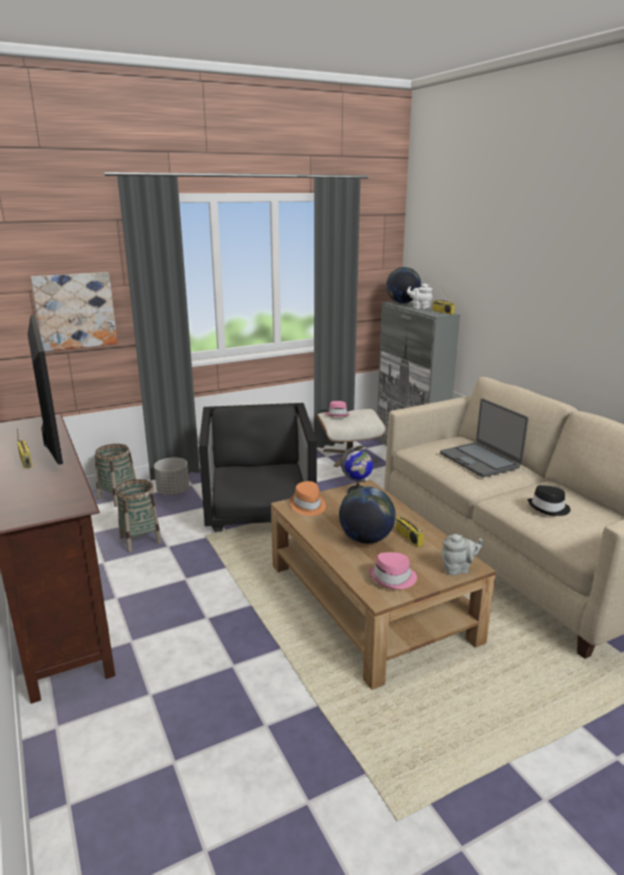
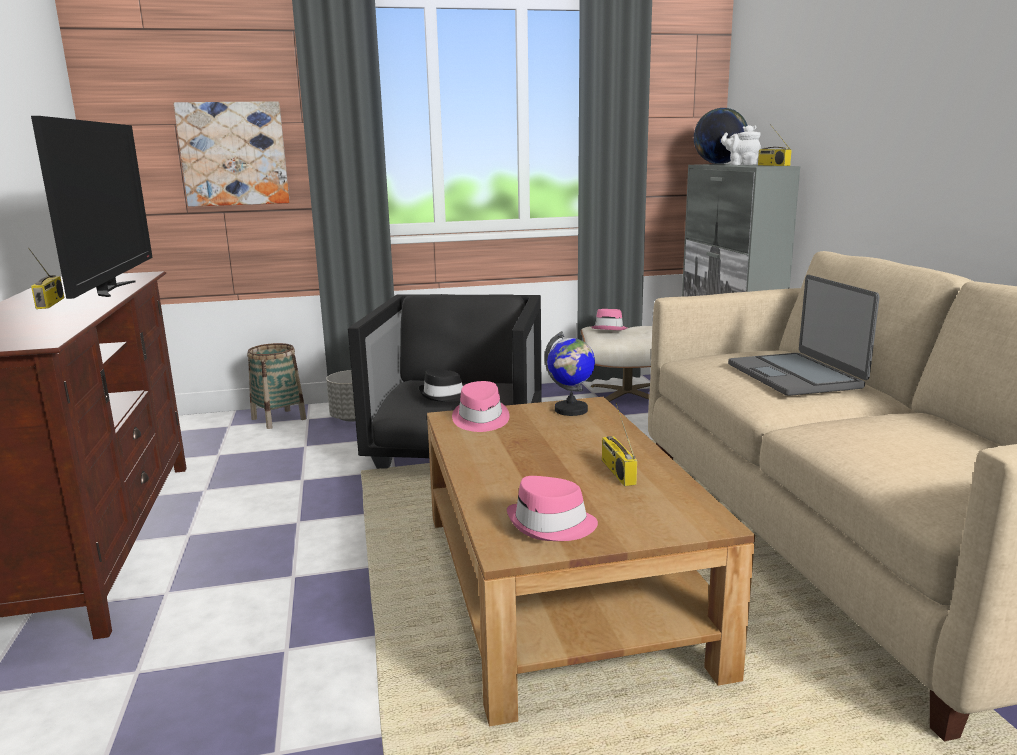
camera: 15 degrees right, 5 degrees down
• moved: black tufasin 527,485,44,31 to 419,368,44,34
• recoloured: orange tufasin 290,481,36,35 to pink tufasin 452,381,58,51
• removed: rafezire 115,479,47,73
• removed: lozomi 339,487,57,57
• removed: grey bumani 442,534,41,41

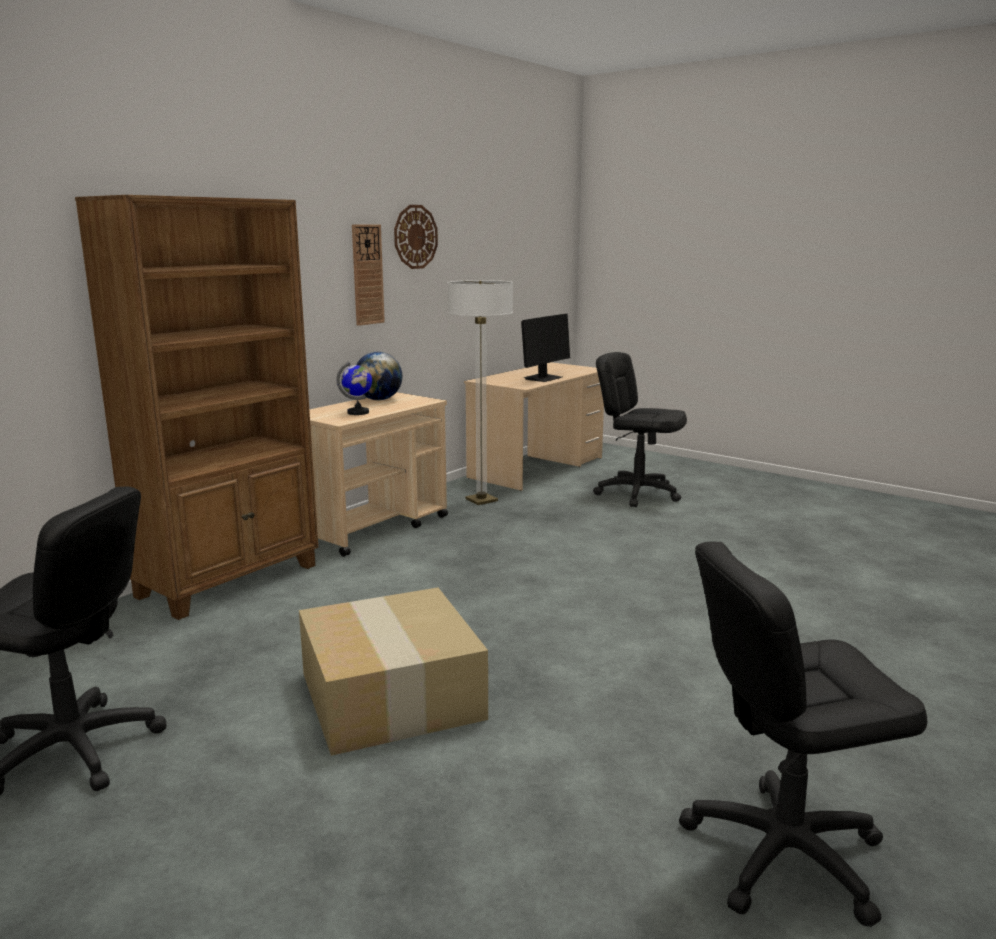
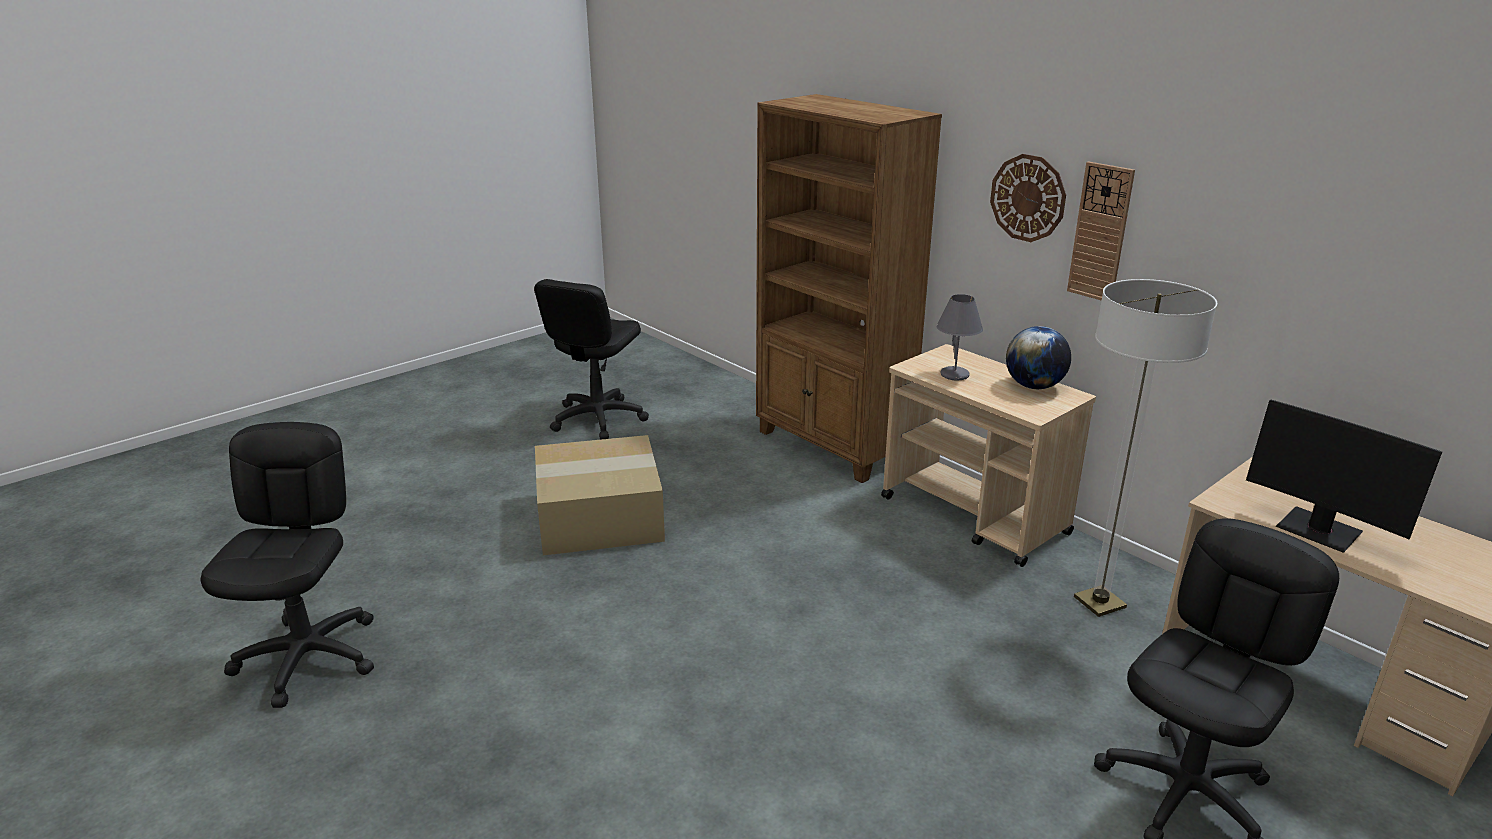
camera: 100 degrees right, 10 degrees up
• replaced: lozomi 337,361,35,54 to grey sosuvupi 936,294,47,86
• moved: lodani 394,205,44,64 to 990,154,76,88

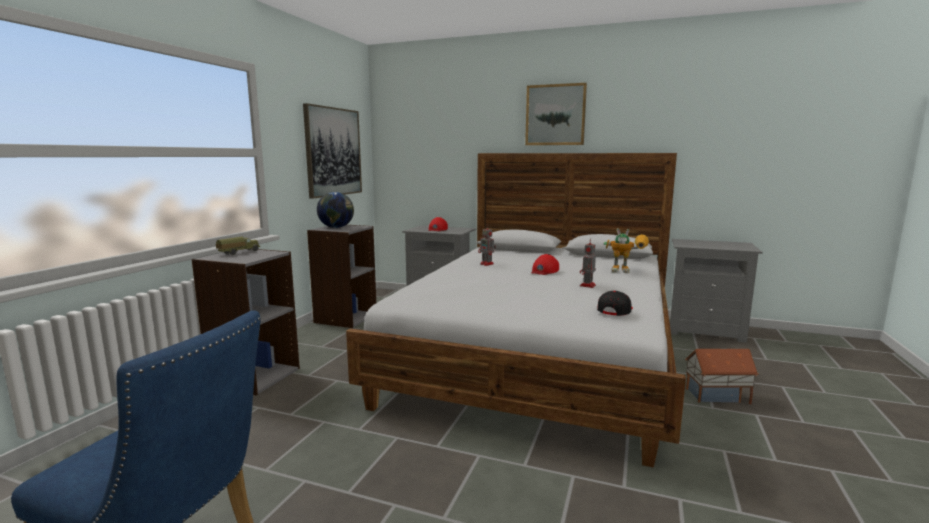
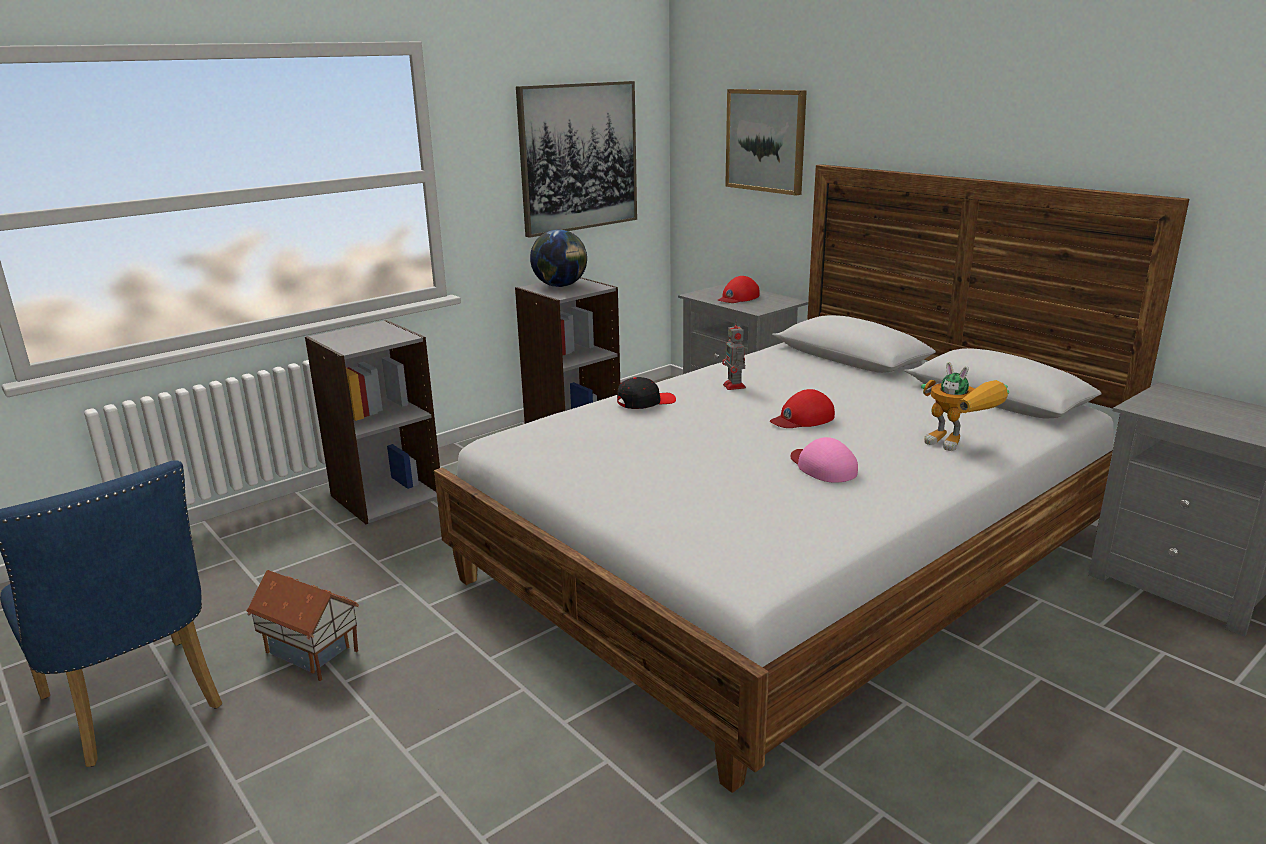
camera: 30 degrees right, 10 degrees up
• moved: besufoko 685,349,74,55 to 246,570,113,111
• moved: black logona 597,291,36,25 to 617,377,59,32
• moved: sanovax 525,83,62,62 to 725,89,82,107
• replaced: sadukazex 580,238,16,50 to pink logona 790,437,68,46
• removed: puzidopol 216,236,45,19

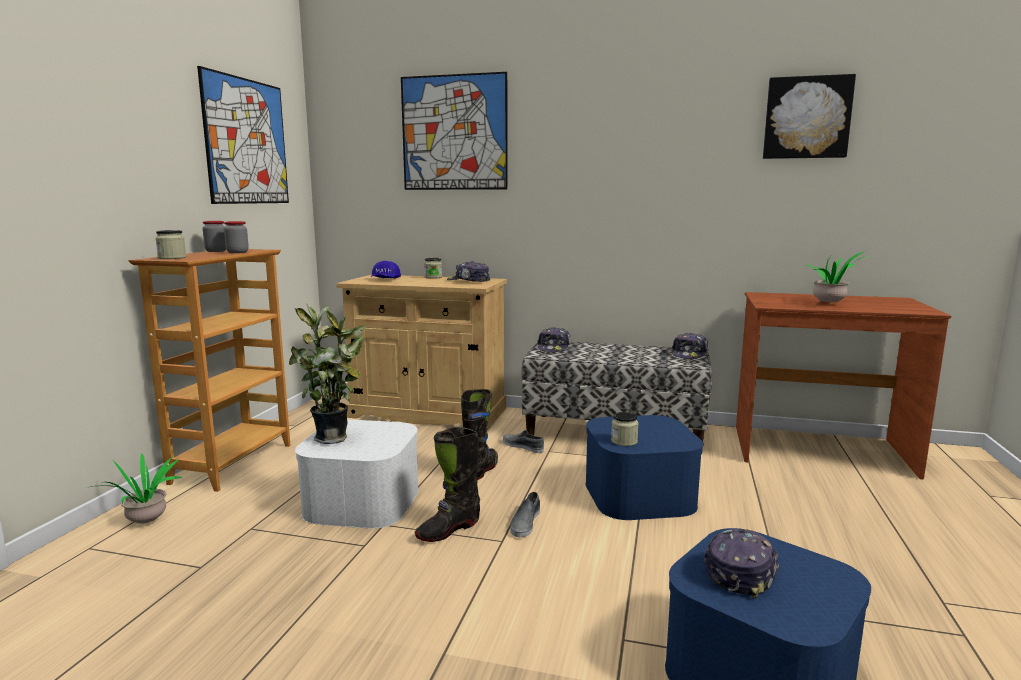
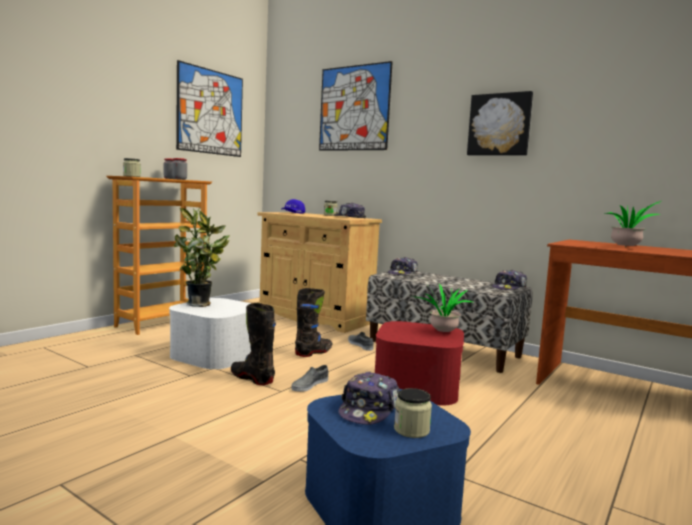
camera: 20 degrees right, 5 degrees down
• turned: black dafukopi 415,427,65,115 = 231,303,45,82 60 degrees clockwise
• turned: logona 704,529,75,70 = 338,371,61,54 150 degrees clockwise
• recoloured: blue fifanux 586,415,118,105 to red fifanux 375,321,89,85
• moved: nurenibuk 611,412,28,34 to 394,388,38,50
• moved: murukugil 91,453,91,70 to 416,284,57,48
• moved: sanovax 763,74,93,85 to 467,91,66,64

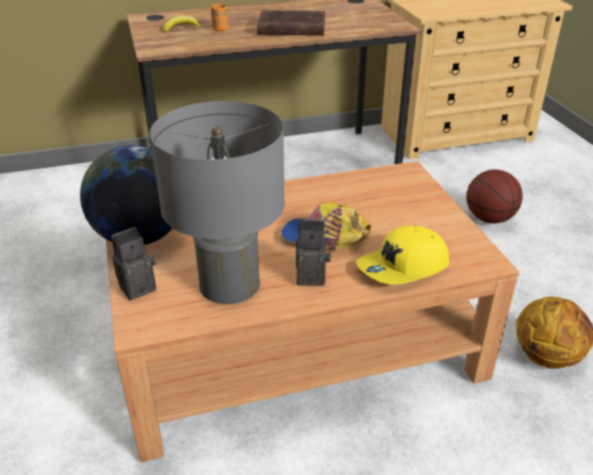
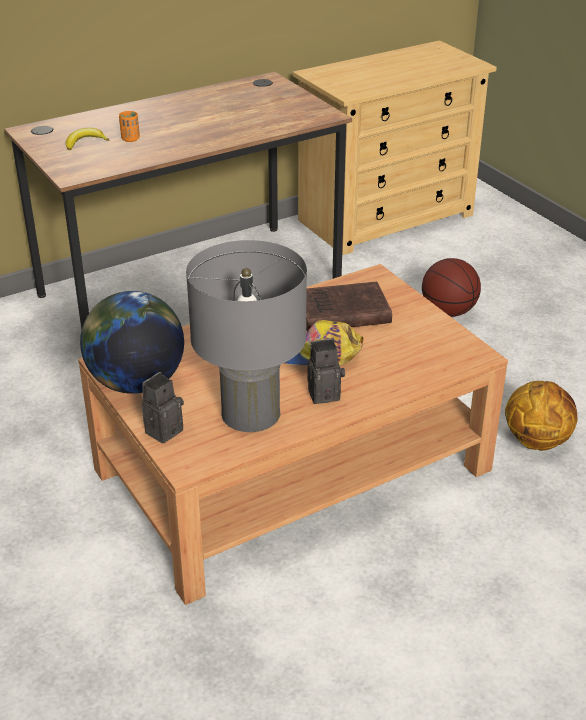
camera: 15 degrees left, 0 degrees up
• moved: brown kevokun 257,10,68,26 to 306,282,86,50
• removed: yellow logona 356,226,93,59

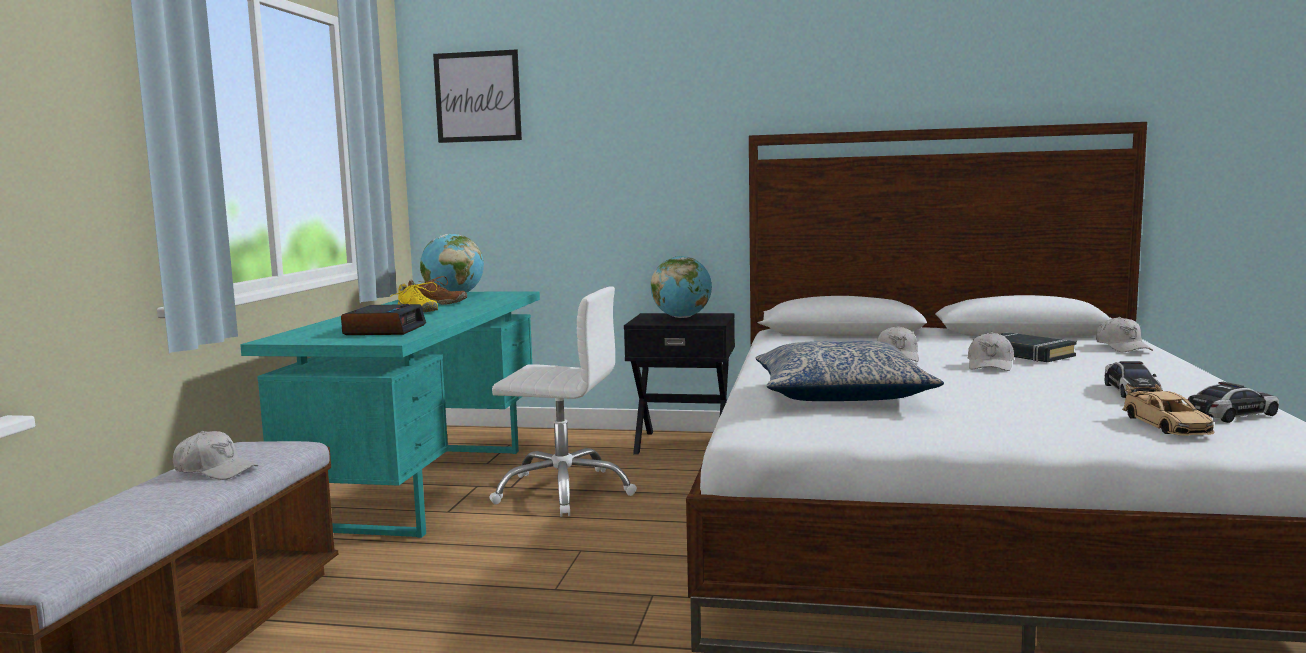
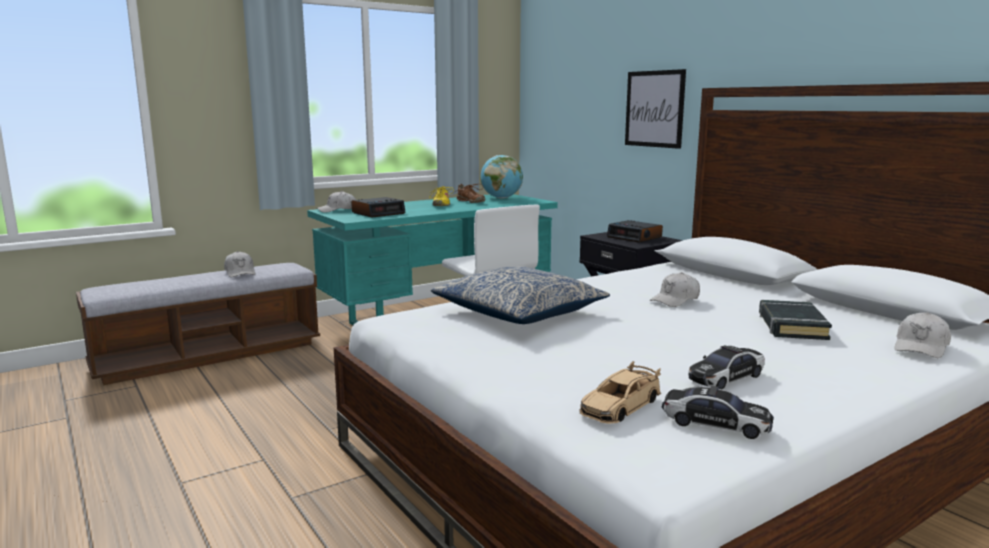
camera: 45 degrees right, 5 degrees up
• moved: white logona 968,332,46,39 to 317,191,39,22
• replaced: lozomi 651,256,61,62 to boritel 607,220,56,22
• moved: sanovax 433,49,89,94 to 625,69,61,80

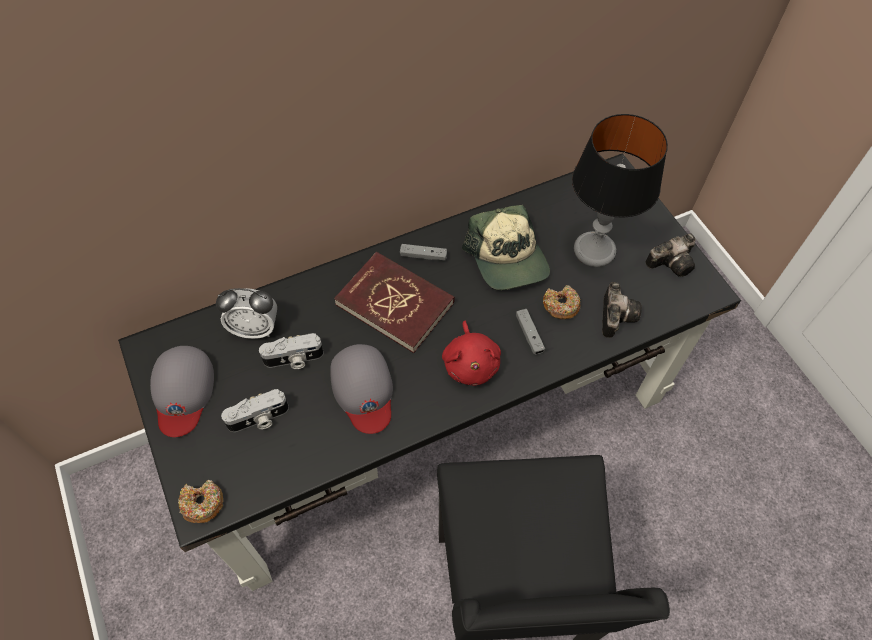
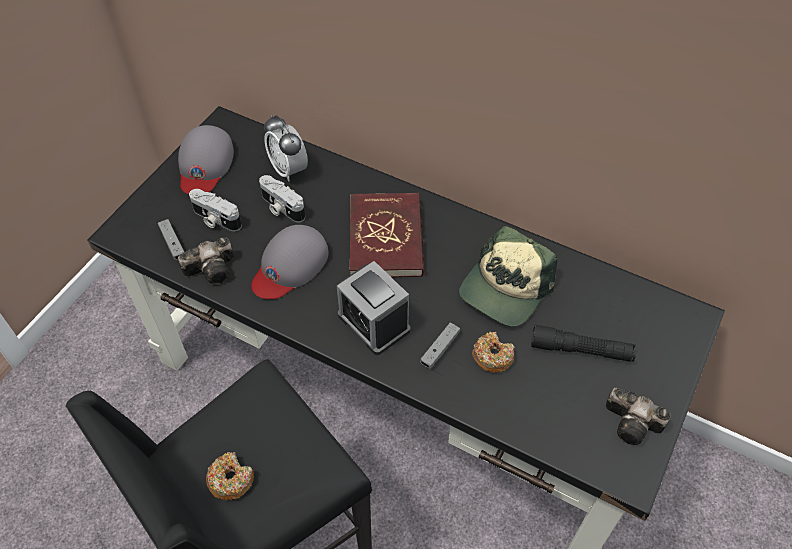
camera: 55 degrees right, 5 degrees down
• moved: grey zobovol 400,244,47,16 to 158,219,26,41
• turned: grey logona 150,346,64,91 = 178,125,56,69 45 degrees counterclockwise
• moved: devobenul 602,282,40,56 to 178,237,56,47
• moved: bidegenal 178,480,45,43 to 206,452,48,48
• replaced: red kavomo 442,321,59,65 to boritel 337,261,74,94
• replaced: sosuvupi 572,114,96,153 to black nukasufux 531,325,105,37

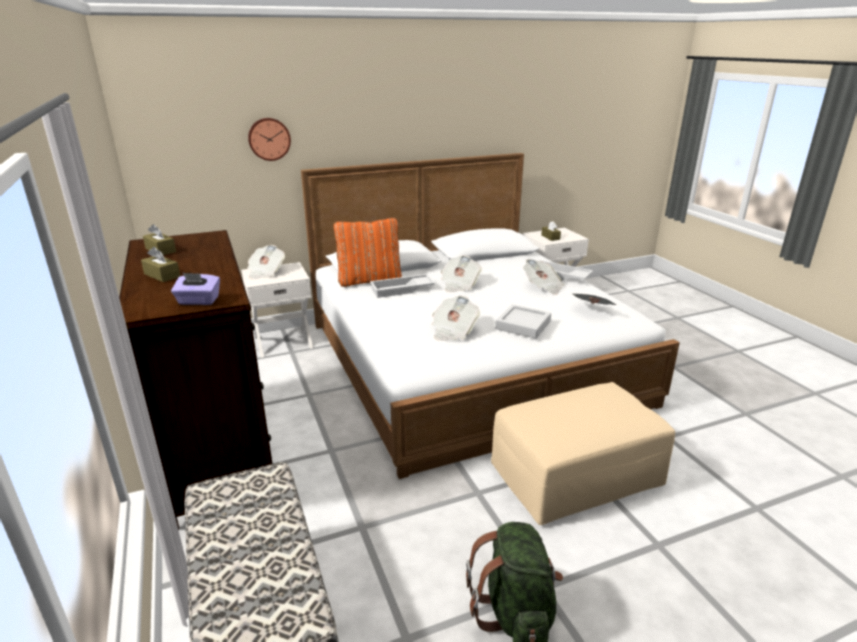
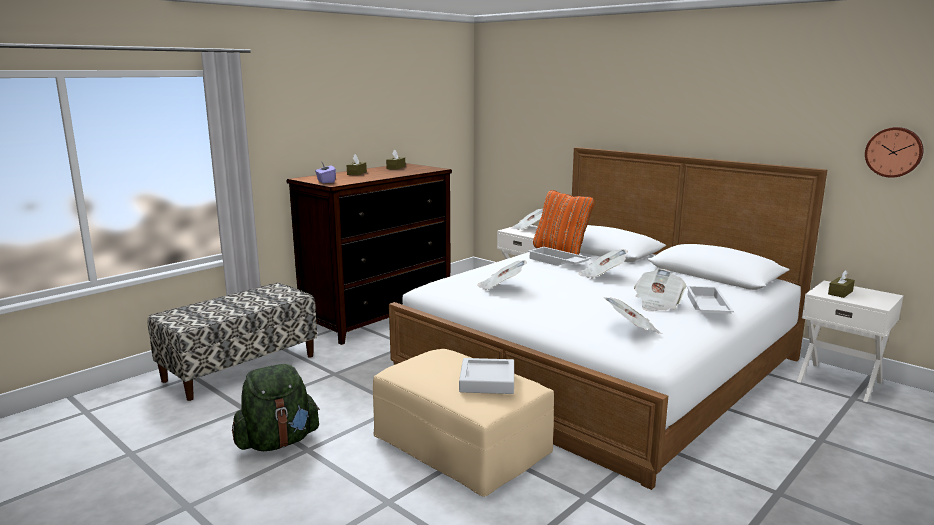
camera: 65 degrees right, 10 degrees down
• moved: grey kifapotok 495,304,56,35 to 459,358,55,36
• moved: lodani 248,118,43,43 to 865,127,59,51

